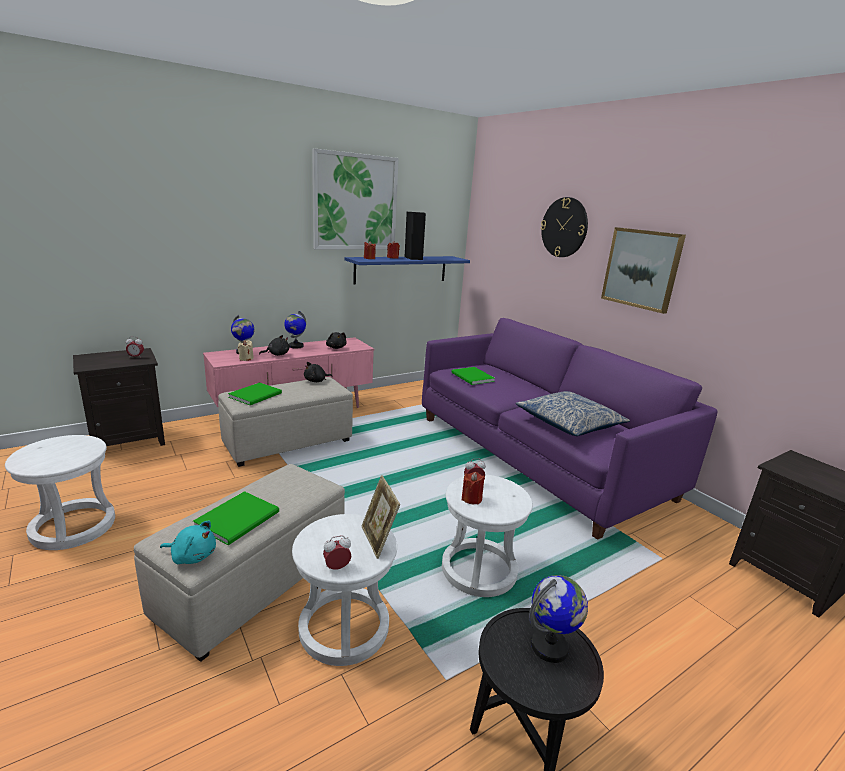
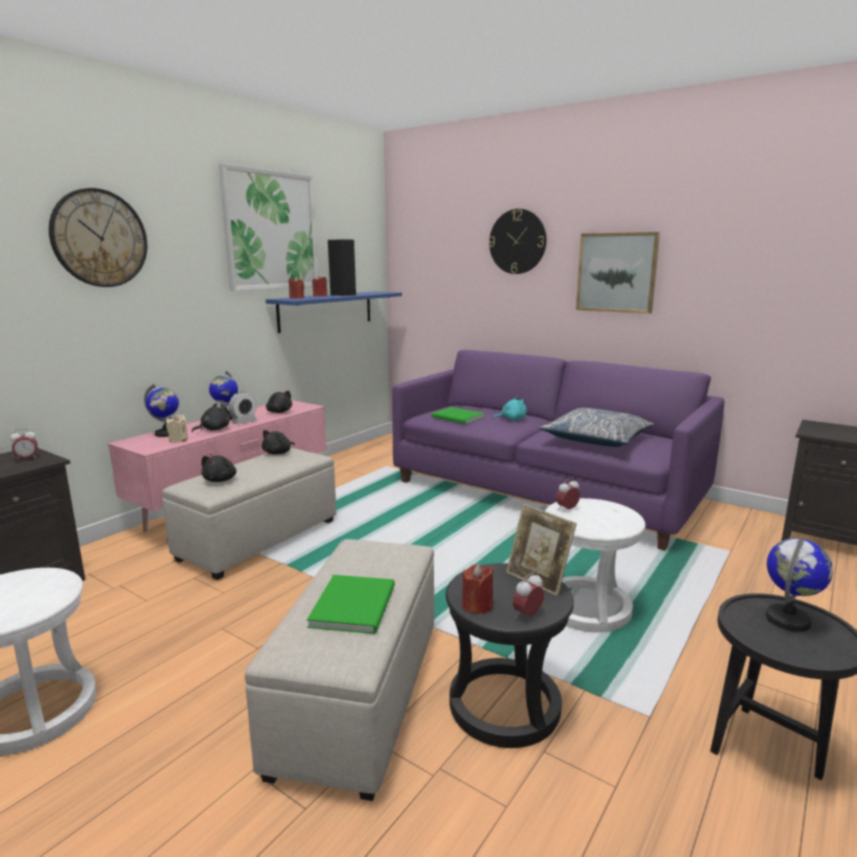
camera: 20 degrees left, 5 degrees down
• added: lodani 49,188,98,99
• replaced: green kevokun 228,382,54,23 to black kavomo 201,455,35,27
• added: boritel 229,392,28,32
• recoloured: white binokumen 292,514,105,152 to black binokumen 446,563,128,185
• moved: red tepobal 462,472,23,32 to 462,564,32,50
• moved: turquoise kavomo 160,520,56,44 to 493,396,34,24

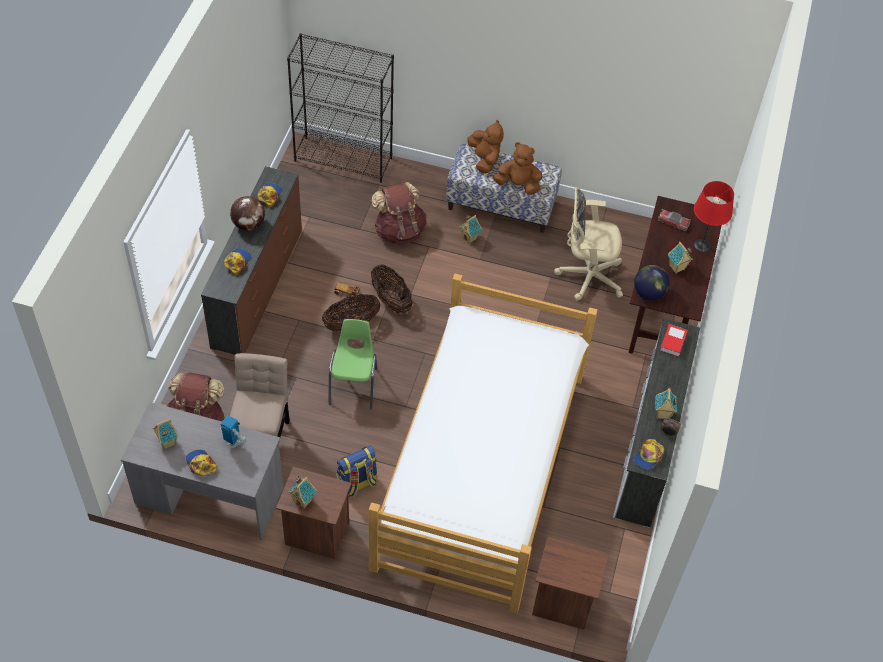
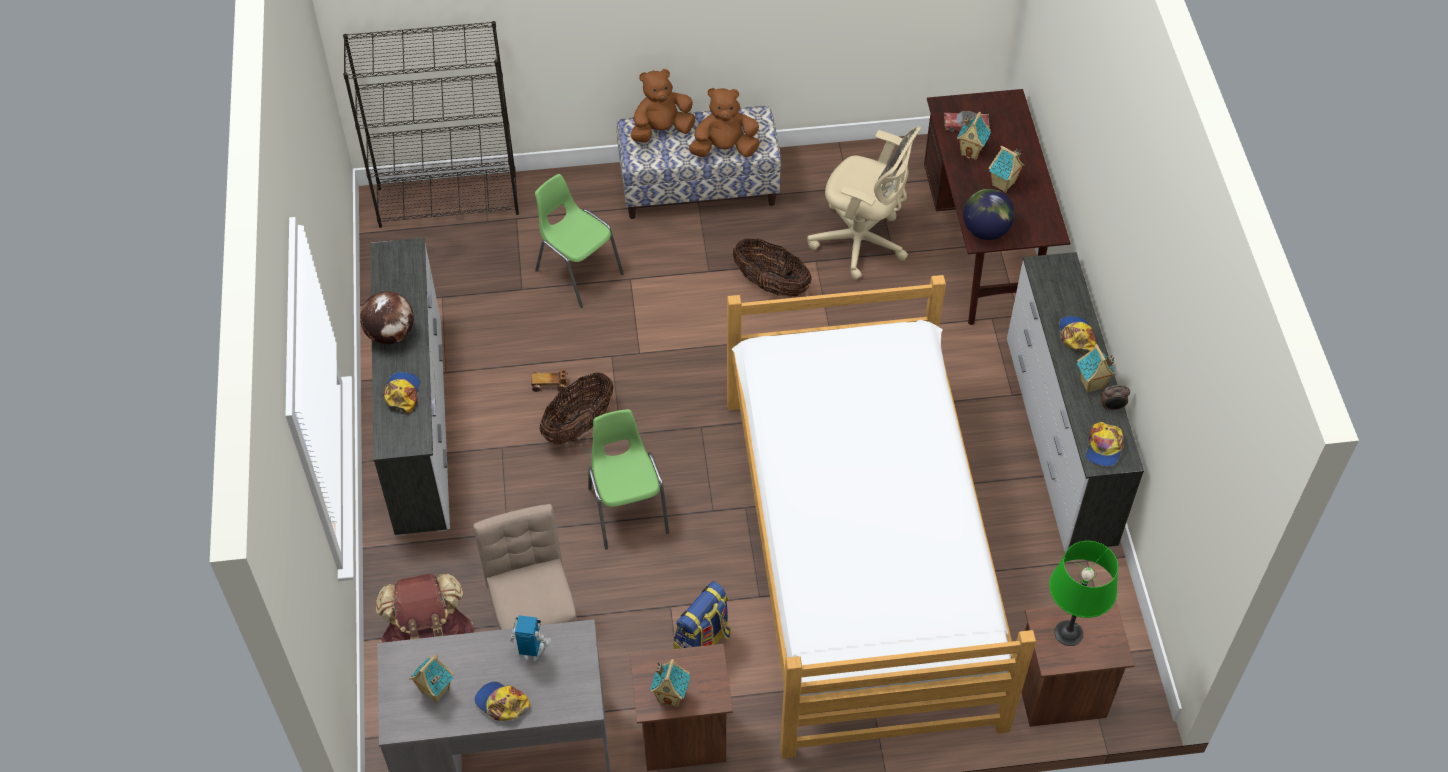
camera: 20 degrees left, 0 degrees up
• recoloured: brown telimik 201,166,101,189 to white telimik 370,238,80,298
• replaced: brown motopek 371,182,56,63 to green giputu 535,174,89,134
• turned: brown kavomo 467,120,37,54 = 630,69,65,73 75 degrees counterclockwise
• moved: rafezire 371,265,41,49 to 732,238,80,59
• turned: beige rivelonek 554,187,69,114 = 807,126,114,154 135 degrees counterclockwise
• moved: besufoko 459,215,23,29 to 957,112,34,48
• added: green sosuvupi 1049,541,69,105
• moved: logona 258,183,24,24 to 1059,316,37,38
• removed: kevokun 660,324,28,33
• removed: red sosuvupi 694,181,40,71

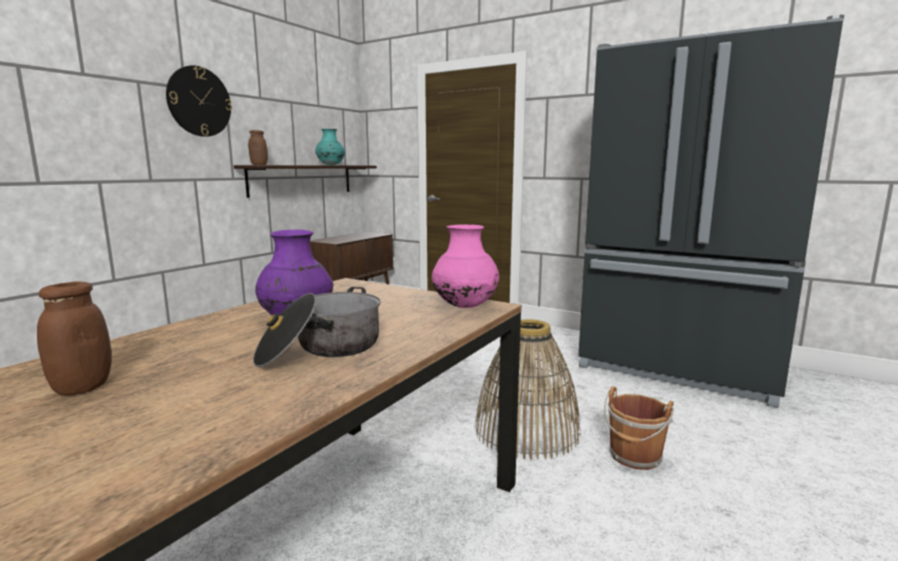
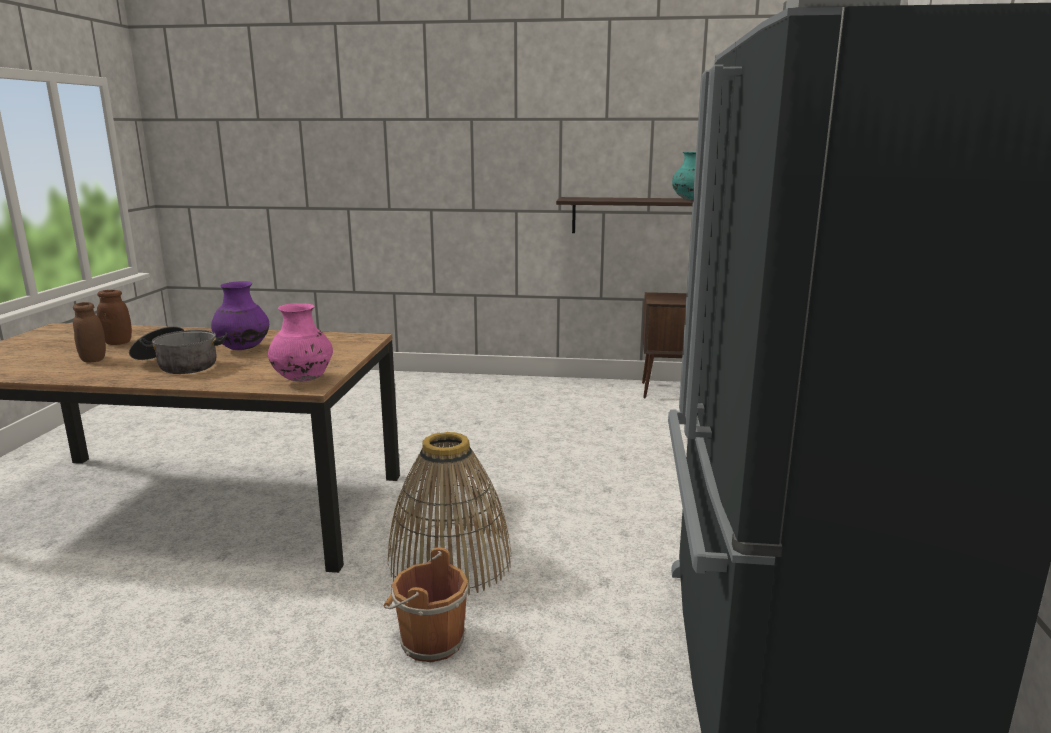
camera: 65 degrees right, 5 degrees up
• moved: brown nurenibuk 248,130,20,35 to 73,302,33,61
• removed: lodani 166,65,66,72

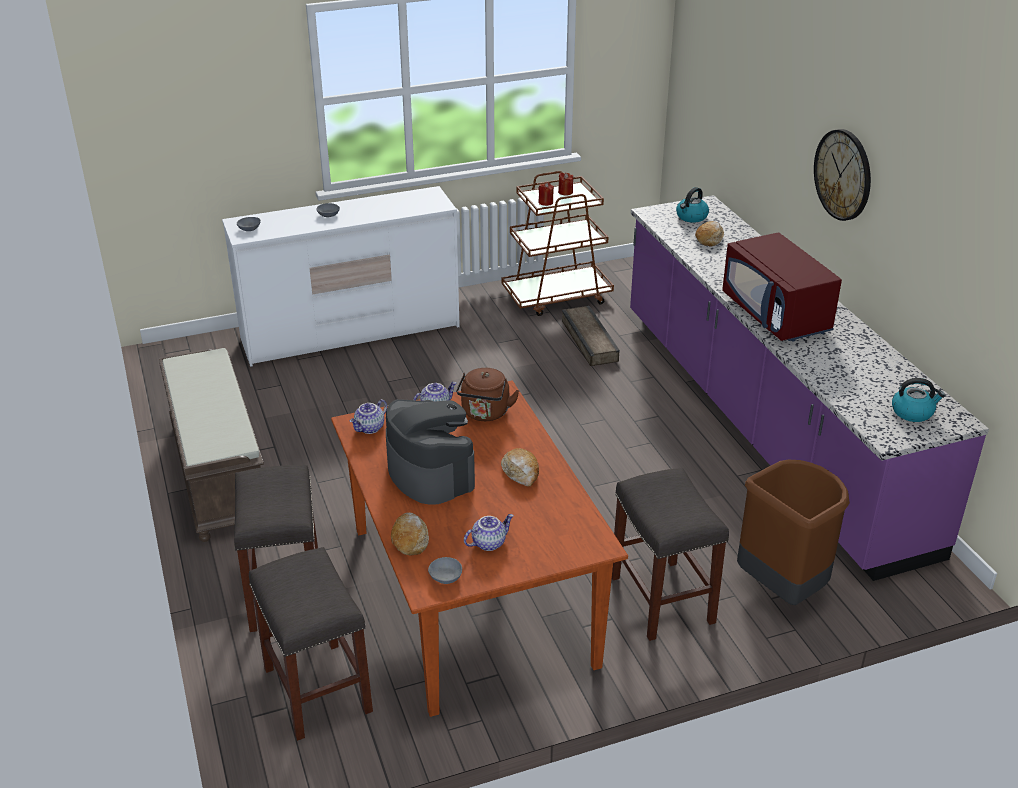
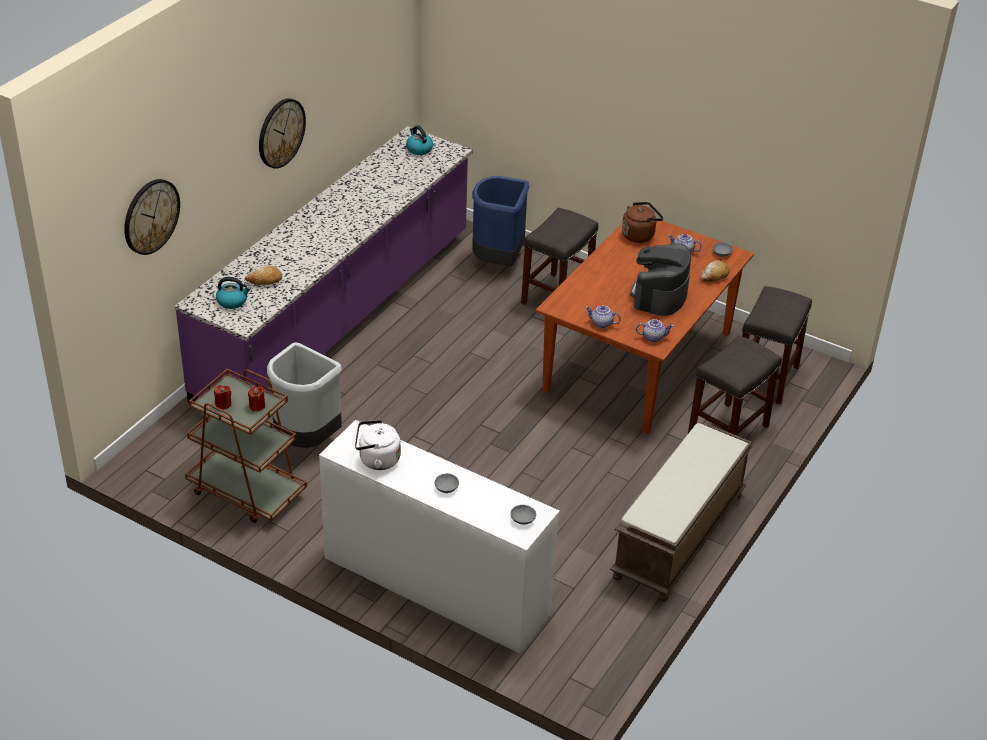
camera: 130 degrees left, 5 degrees up
• added: lodani 124,179,56,76
• replaced: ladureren 562,306,58,60 to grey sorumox 267,342,75,106
• added: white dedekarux 355,420,46,50
• recoloured: brown sorumox 737,460,113,146 to blue sorumox 472,176,57,90
• moved: brown dedekarux 456,368,63,53 to 622,202,41,41
• removed: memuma 501,448,38,38
• removed: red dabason 722,233,120,109

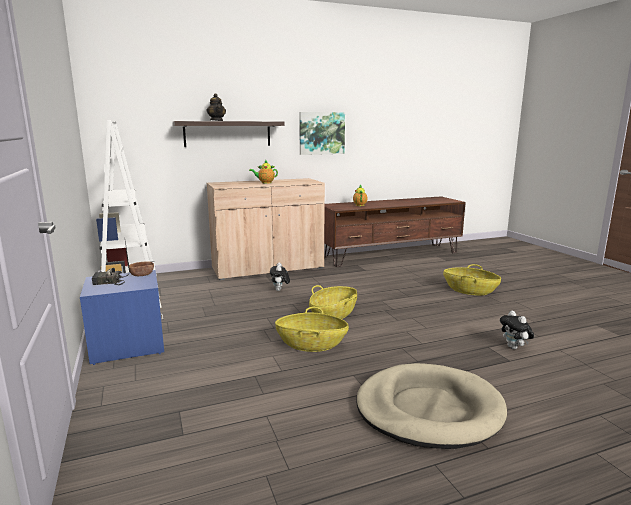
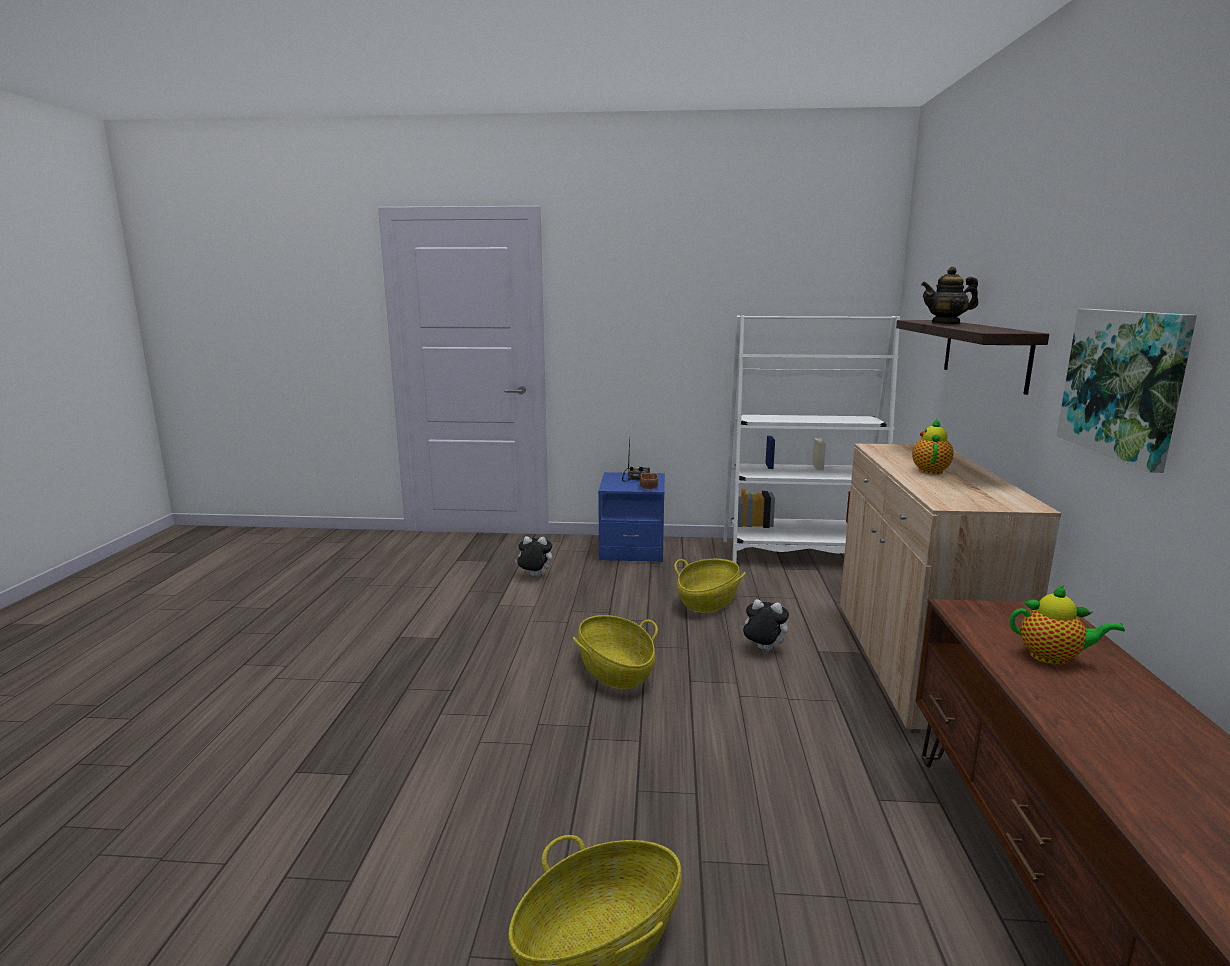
camera: 115 degrees right, 0 degrees up
• moved: kavomo 500,311,34,38 to 514,536,38,40
• moved: rafezire 275,307,74,45 to 674,559,72,54
• removed: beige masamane 356,363,151,86

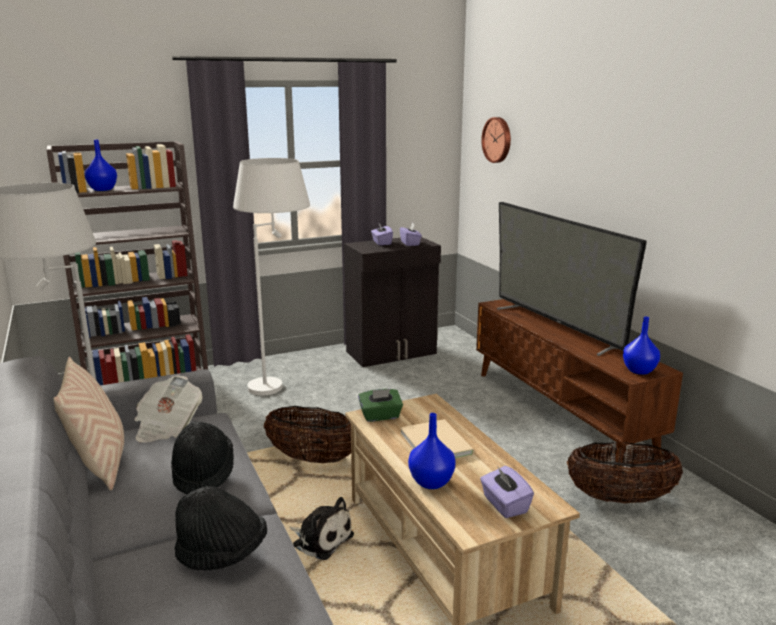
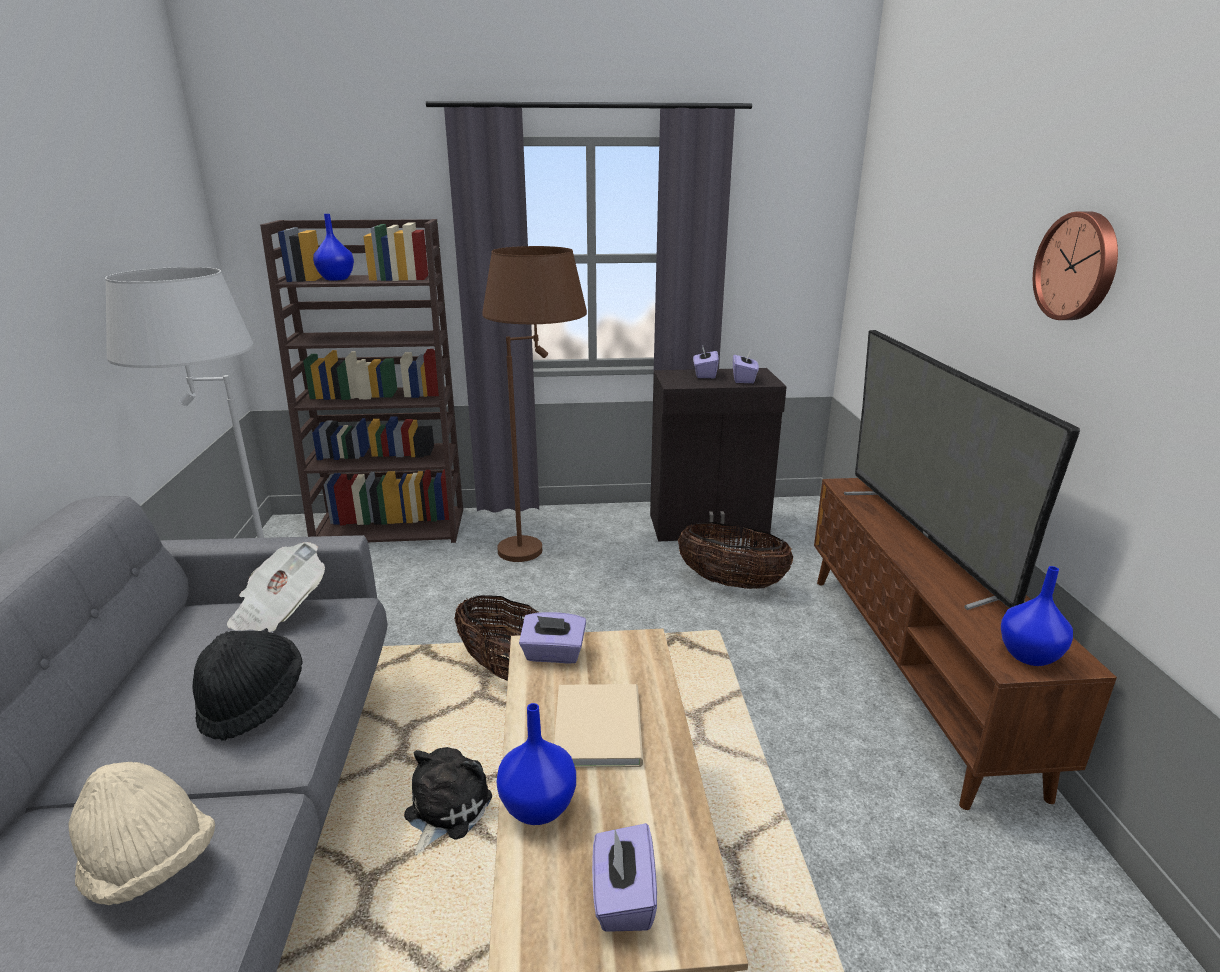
camera: 20 degrees right, 5 degrees up
• recoloured: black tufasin 175,486,92,84 to beige tufasin 68,762,147,143
• turned: kavomo 289,497,65,63 = 404,747,88,108 120 degrees counterclockwise
• recoloured: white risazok 233,158,77,237 to brown risazok 482,246,105,316
• recoloured: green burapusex 358,389,45,33 to purple burapusex 519,612,67,51
• moved: rafezire 567,442,116,61 to 678,522,115,67
• moved: lodani 481,117,30,46 to 1033,211,85,109
• removed: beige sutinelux 53,357,71,133

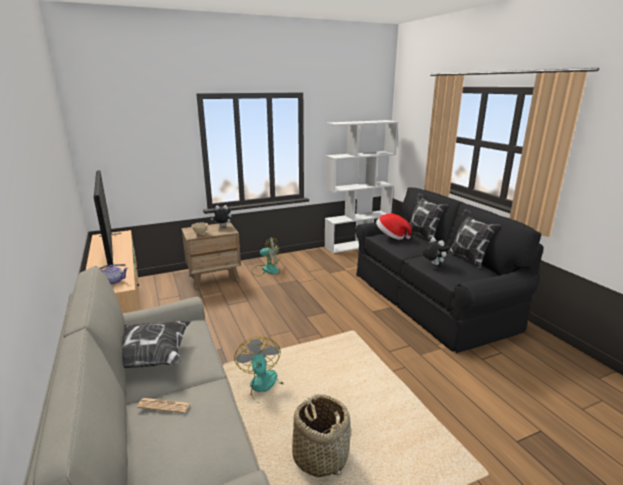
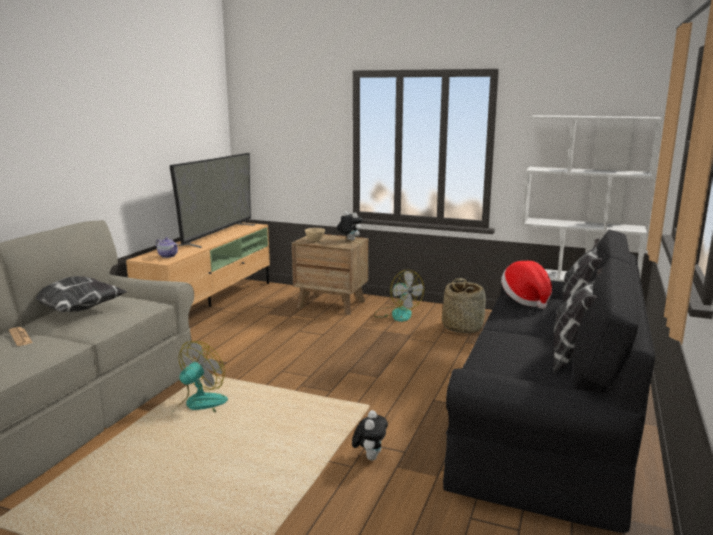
camera: 45 degrees right, 5 degrees down
• moved: kavomo 422,237,27,28 to 352,410,36,51
• moved: rafezire 292,394,59,83 to 442,278,44,56

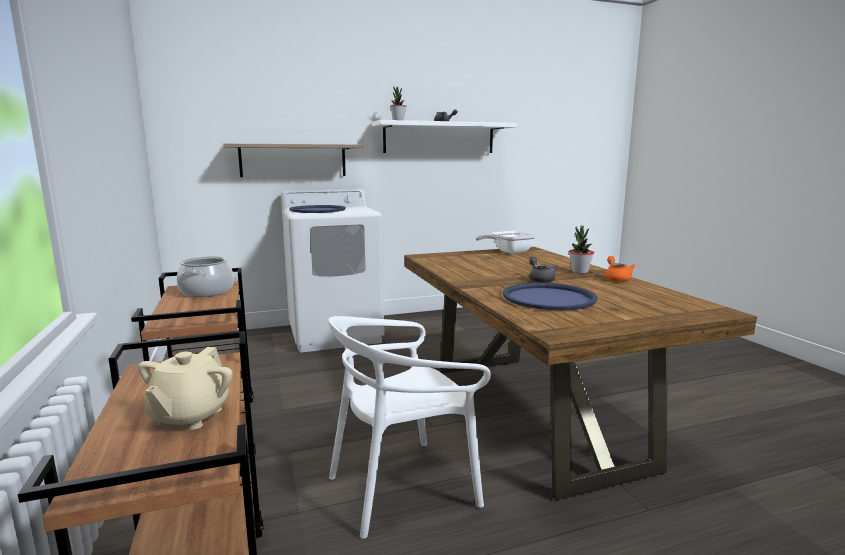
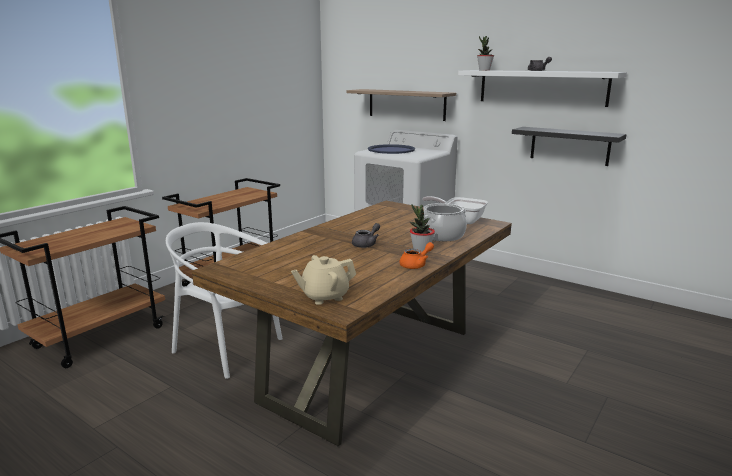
camera: 55 degrees right, 5 degrees up
• moved: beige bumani 138,347,95,83 to 291,255,65,50
• moved: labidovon 177,256,57,41 to 423,203,44,38
• added: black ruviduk 512,127,114,39
• removed: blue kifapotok 503,283,95,27

